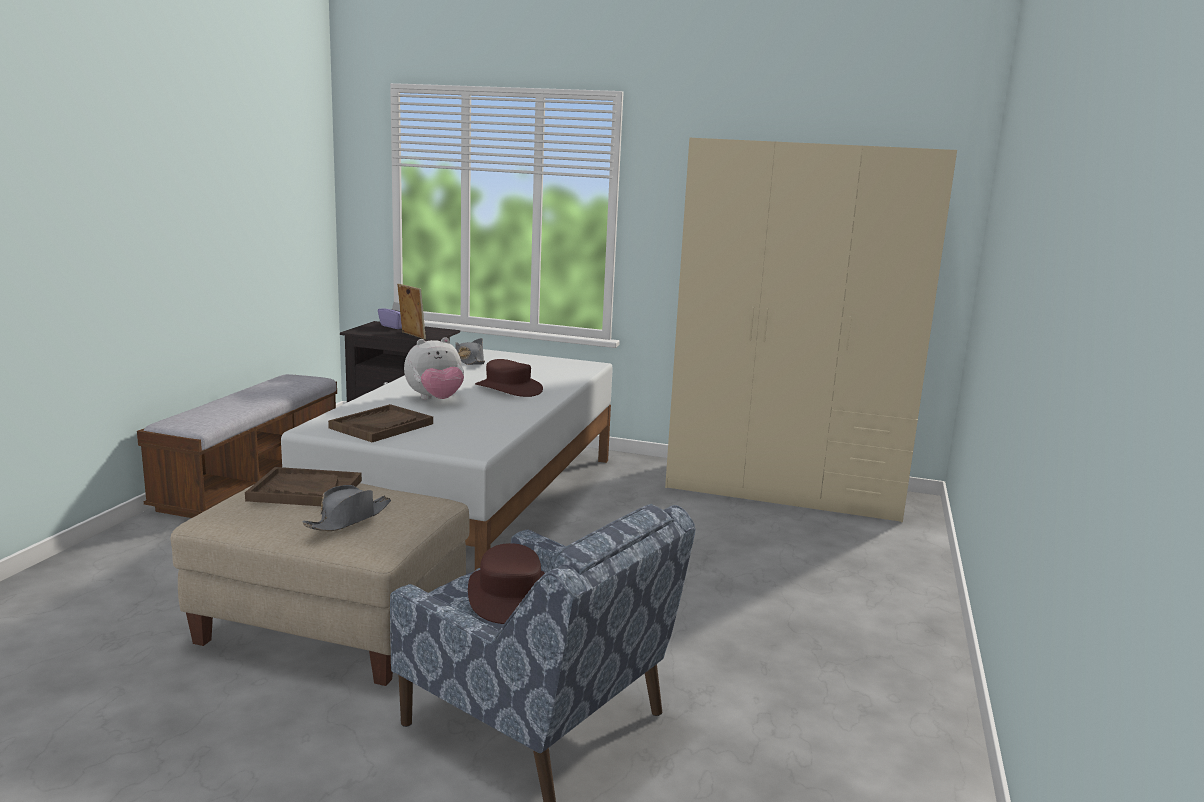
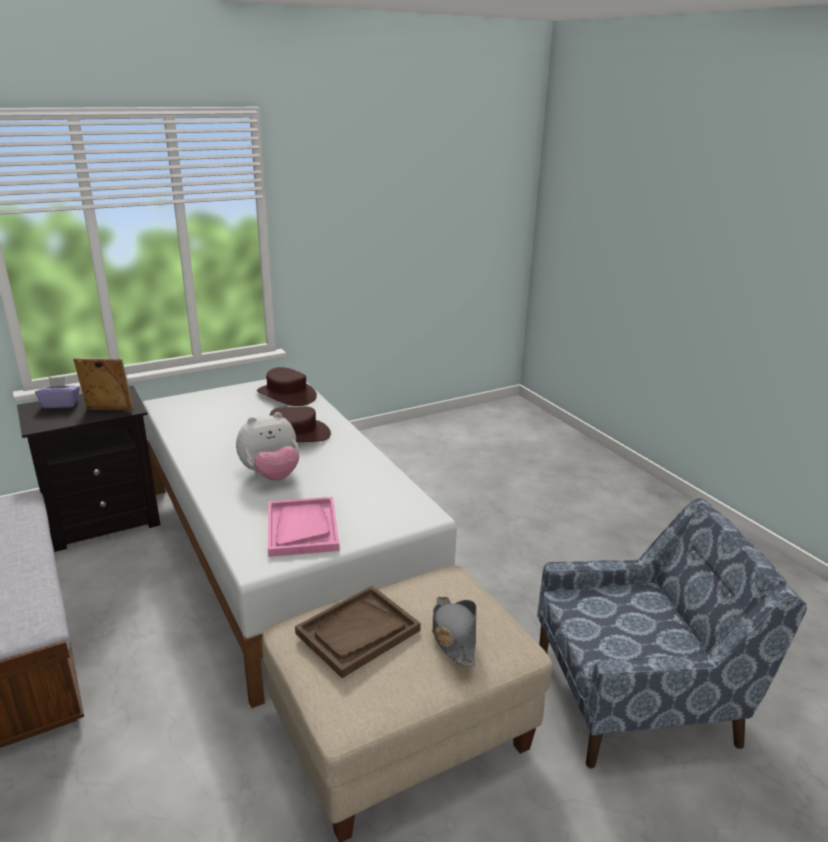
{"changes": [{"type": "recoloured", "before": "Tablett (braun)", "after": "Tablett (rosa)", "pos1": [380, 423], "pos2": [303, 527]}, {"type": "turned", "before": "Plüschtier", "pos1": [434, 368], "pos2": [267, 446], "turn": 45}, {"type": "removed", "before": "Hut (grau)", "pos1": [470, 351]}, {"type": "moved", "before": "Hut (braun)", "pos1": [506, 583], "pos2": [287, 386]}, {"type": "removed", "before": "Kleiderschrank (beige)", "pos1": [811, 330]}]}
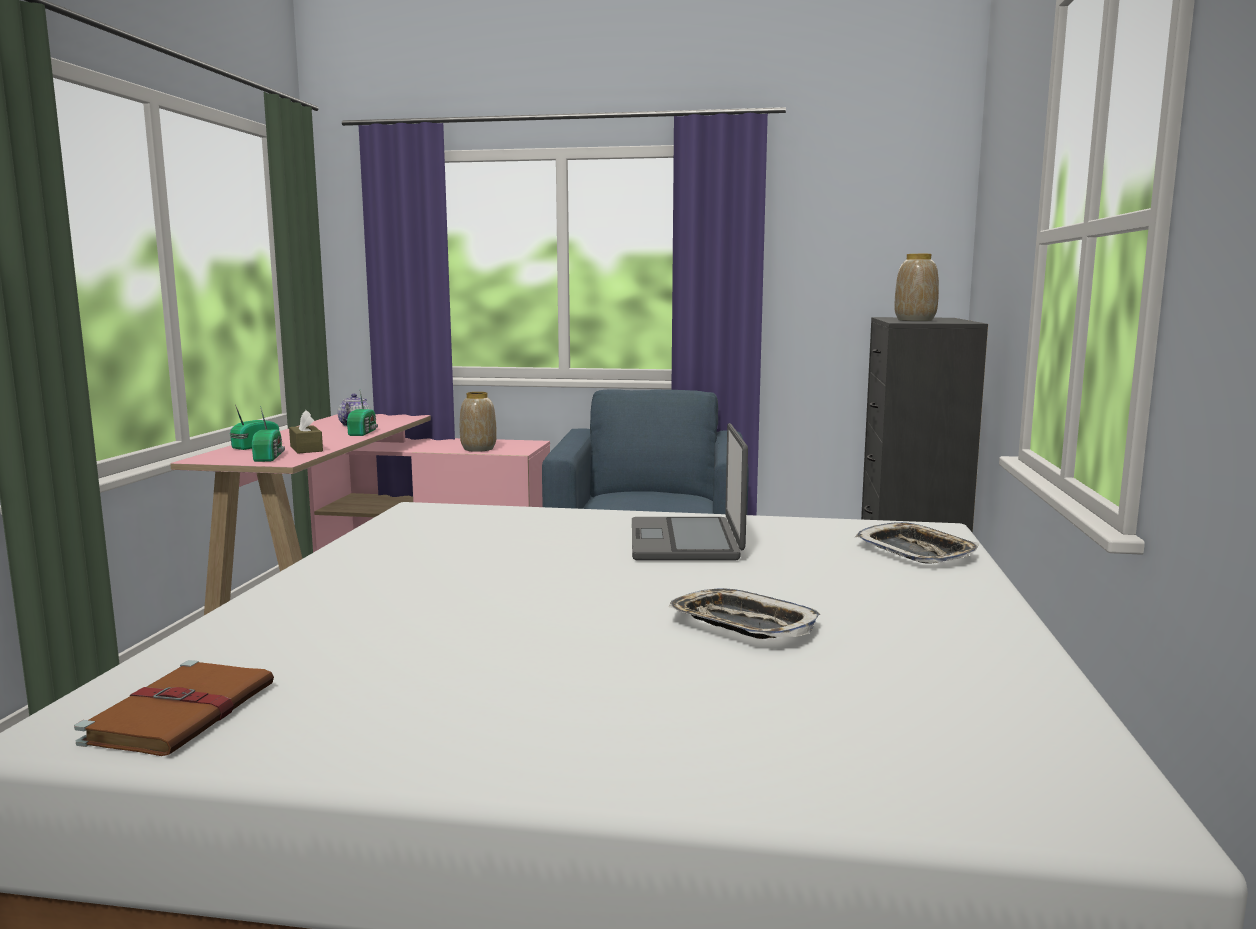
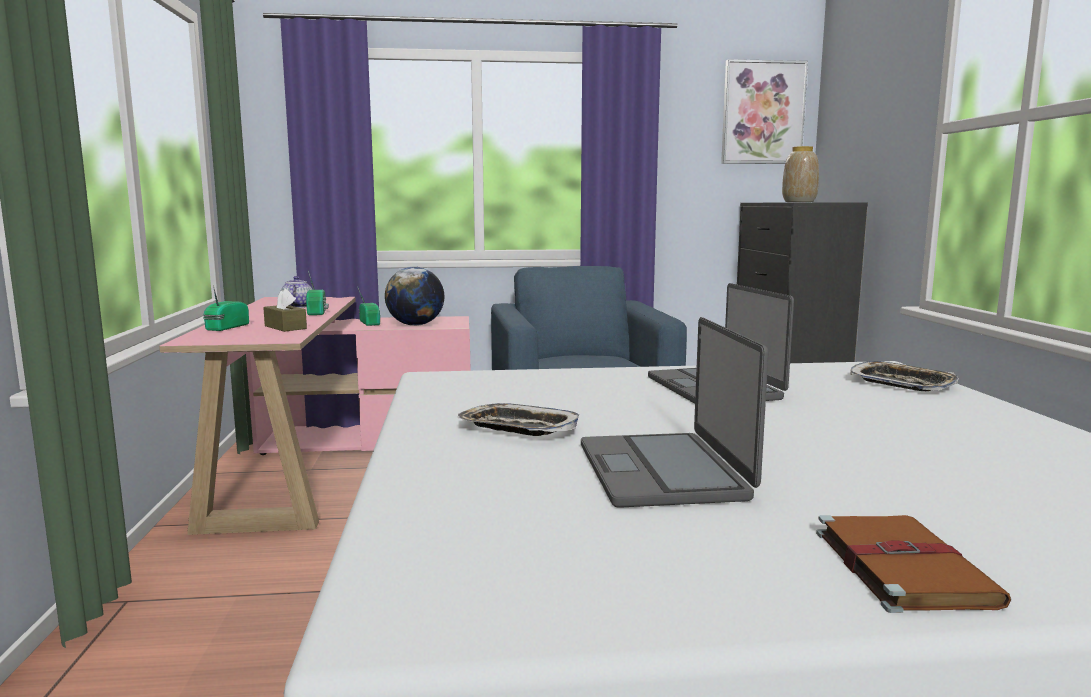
{"changes": [{"type": "moved", "before": "Buch (braun)", "pos1": [174, 708], "pos2": [913, 564]}, {"type": "moved", "before": "Radio", "pos1": [268, 434], "pos2": [368, 306]}, {"type": "replaced", "before": "Vase", "after": "Globus", "pos1": [478, 422], "pos2": [414, 296]}, {"type": "moved", "before": "Tablett", "pos1": [744, 613], "pos2": [518, 419]}, {"type": "added", "after": "Laptop", "pos2": [675, 412]}, {"type": "added", "after": "Bild", "pos2": [764, 111]}]}
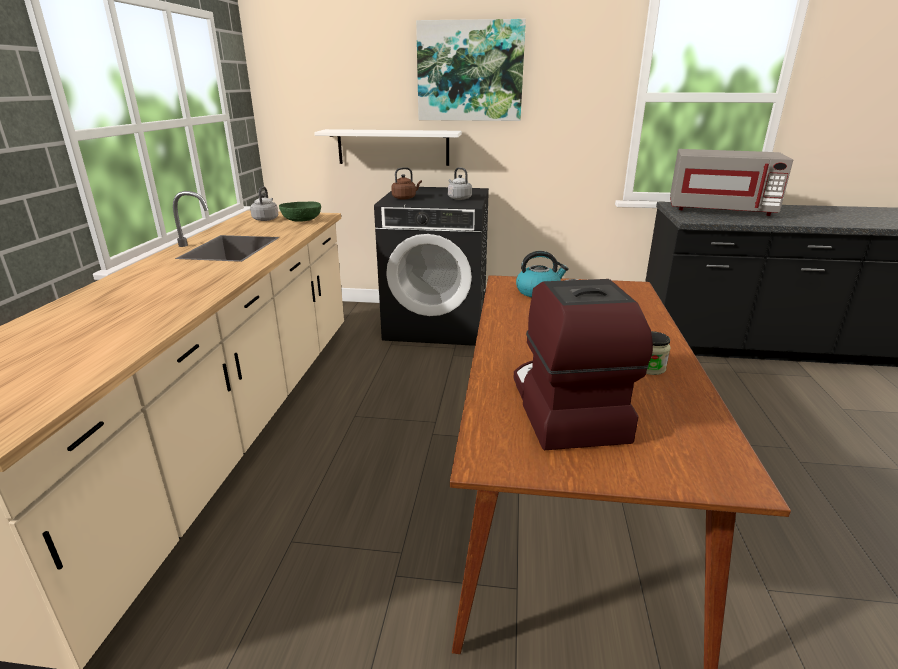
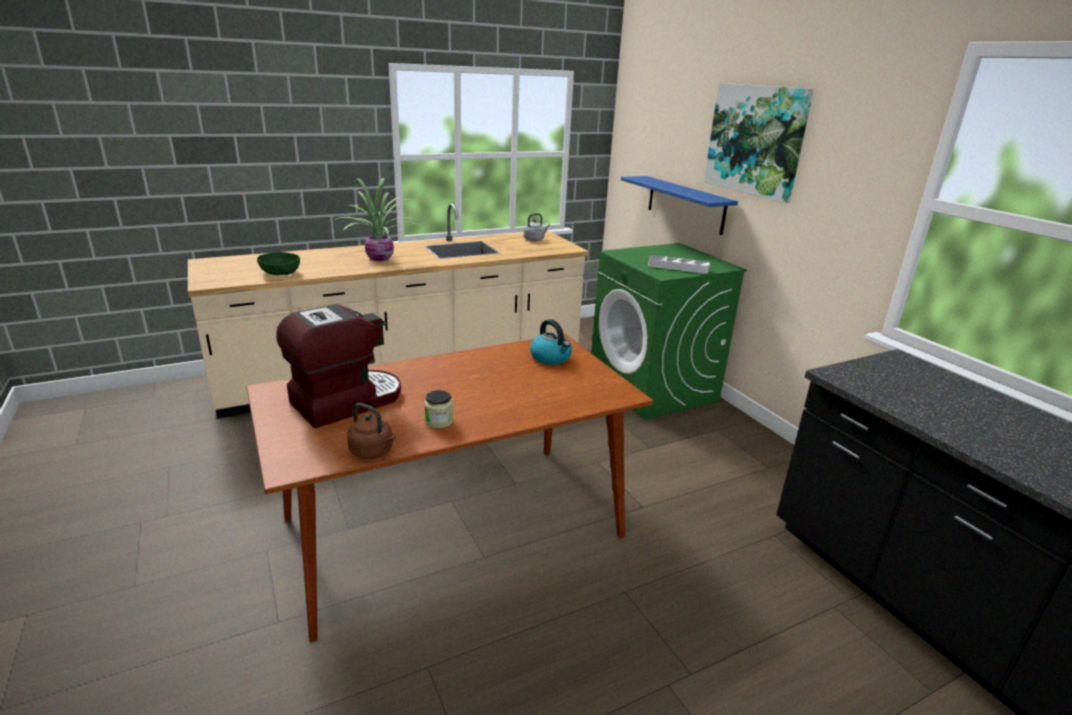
{"changes": [{"type": "moved", "before": "Schüssel (grün)", "pos1": [300, 211], "pos2": [278, 263]}, {"type": "recoloured", "before": "Wandregal (weiß)", "after": "Wandregal (blau)", "pos1": [388, 147], "pos2": [679, 205]}, {"type": "recoloured", "before": "Waschmaschine (schwarz)", "after": "Waschmaschine (grün)", "pos1": [431, 266], "pos2": [669, 331]}, {"type": "moved", "before": "Wasserkessel (braun)", "pos1": [406, 183], "pos2": [371, 430]}, {"type": "replaced", "before": "Wasserkessel (grau)", "after": "Tablett (grau)", "pos1": [460, 183], "pos2": [679, 264]}, {"type": "removed", "before": "Mikrowelle (grau)", "pos1": [731, 182]}, {"type": "added", "after": "Topfpflanze", "pos2": [377, 219]}]}
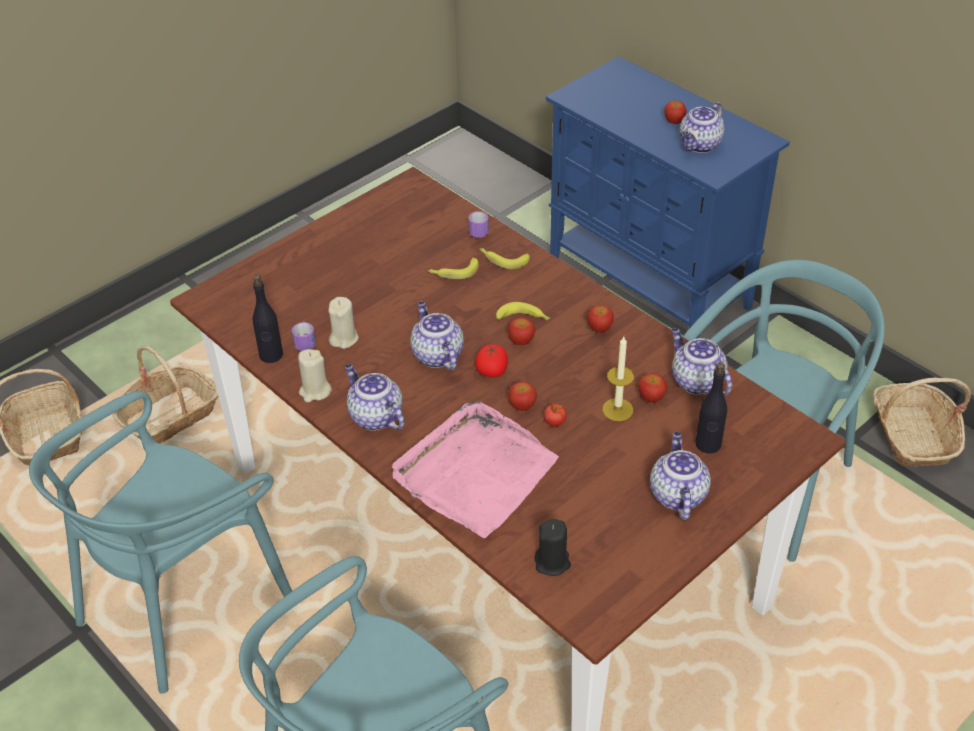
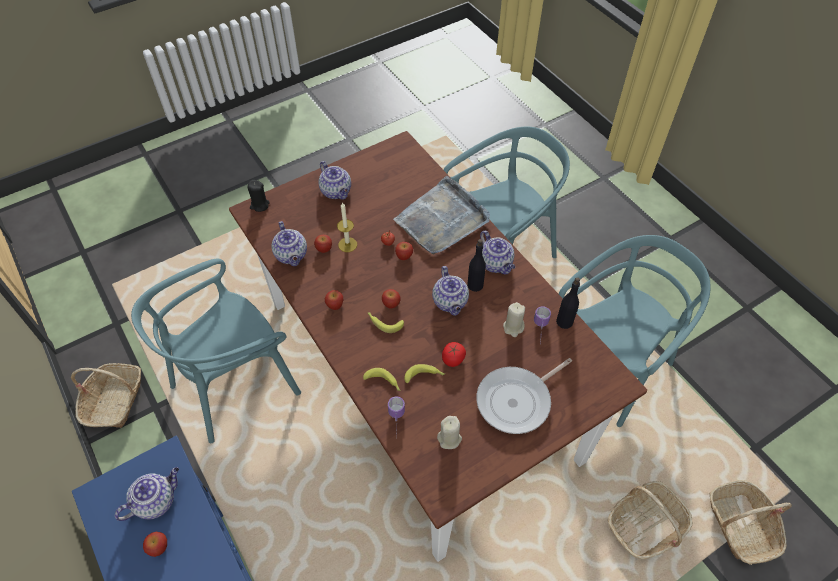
{"changes": [{"type": "moved", "before": "Kerze (beige)", "pos1": [315, 375], "pos2": [449, 432]}, {"type": "recoloured", "before": "Tablett (rosa)", "after": "Tablett (grau)", "pos1": [475, 470], "pos2": [441, 215]}, {"type": "moved", "before": "Tomate", "pos1": [491, 361], "pos2": [454, 354]}, {"type": "moved", "before": "Kerze (schwarz)", "pos1": [552, 547], "pos2": [258, 196]}, {"type": "turned", "before": "Teekanne", "pos1": [680, 476], "pos2": [335, 180], "turn": -45}, {"type": "moved", "before": "Flasche (schwarz)", "pos1": [711, 408], "pos2": [476, 265]}, {"type": "added", "after": "Pfanne", "pos2": [524, 396]}]}
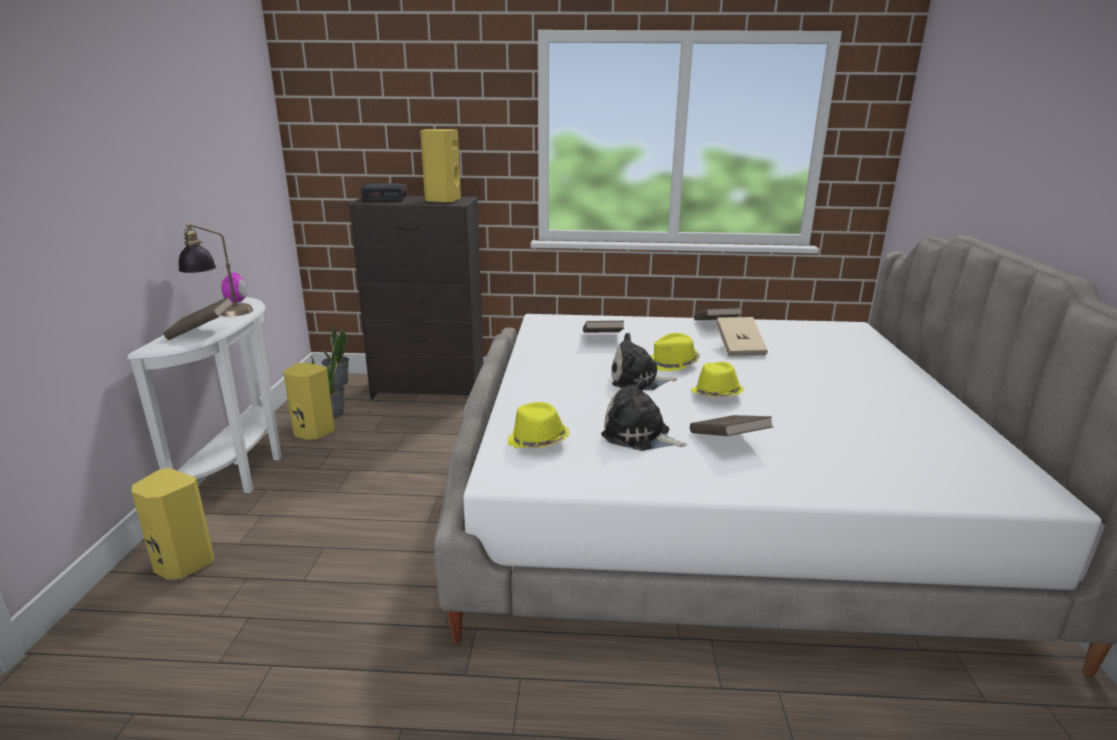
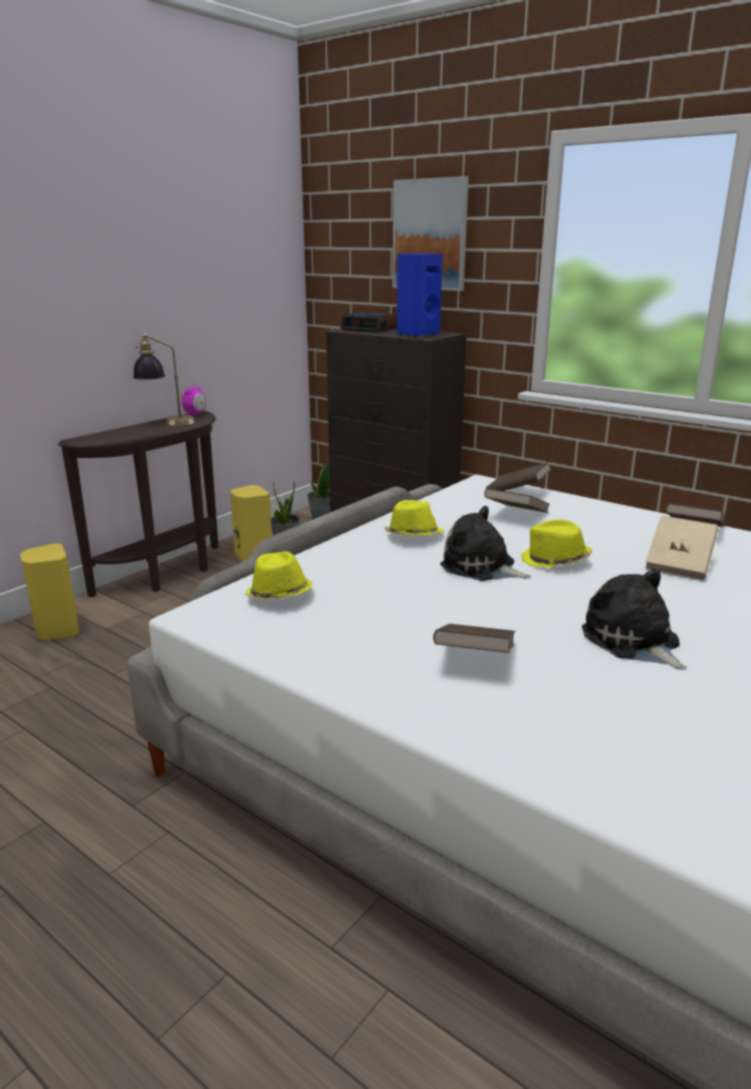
{"changes": [{"type": "recoloured", "before": "Konsolentisch (weiß)", "after": "Konsolentisch (braun)", "pos1": [204, 395], "pos2": [138, 503]}, {"type": "moved", "before": "Buch (braun)", "pos1": [198, 318], "pos2": [518, 476]}, {"type": "recoloured", "before": "Lautsprecher (gelb)", "after": "Lautsprecher (blau)", "pos1": [440, 166], "pos2": [420, 295]}, {"type": "moved", "before": "Plüschtier", "pos1": [644, 414], "pos2": [634, 619]}, {"type": "moved", "before": "Hut (gelb)", "pos1": [717, 380], "pos2": [414, 518]}, {"type": "added", "after": "Bild", "pos2": [431, 233]}]}
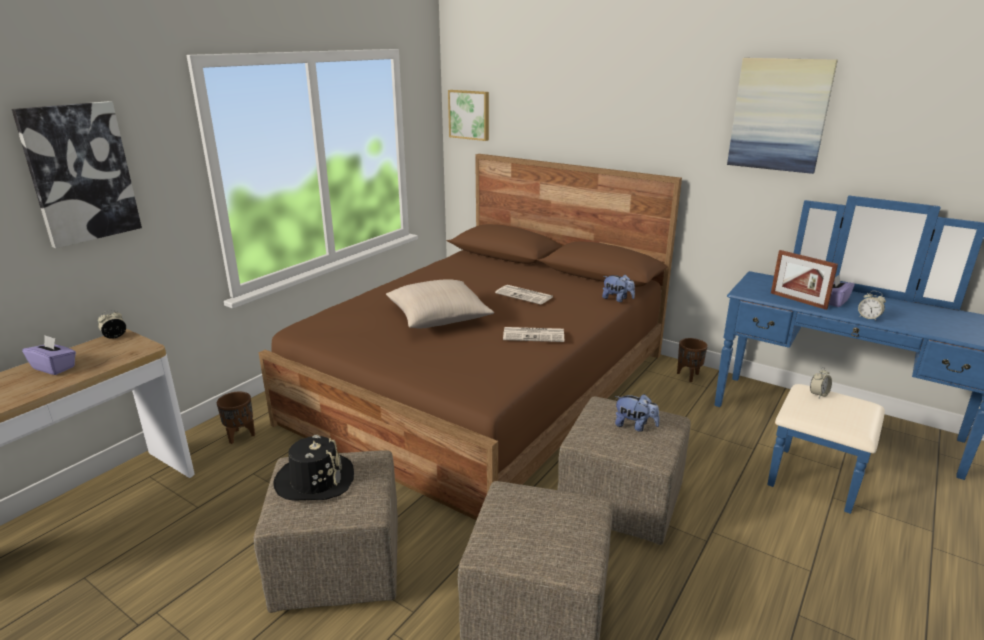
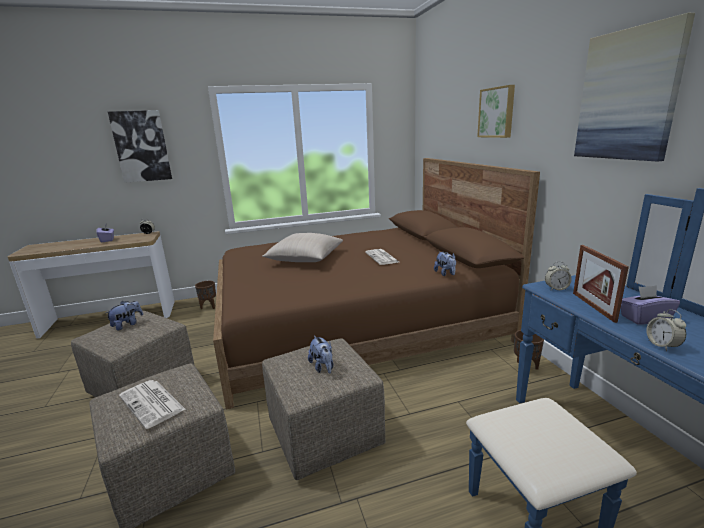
{"changes": [{"type": "replaced", "before": "Hut (schwarz)", "after": "Plüschtier", "pos1": [313, 468], "pos2": [124, 315]}, {"type": "moved", "before": "Bild", "pos1": [468, 115], "pos2": [496, 111]}, {"type": "moved", "before": "Zeitung", "pos1": [533, 334], "pos2": [152, 404]}, {"type": "moved", "before": "Wecker", "pos1": [821, 382], "pos2": [558, 275]}]}
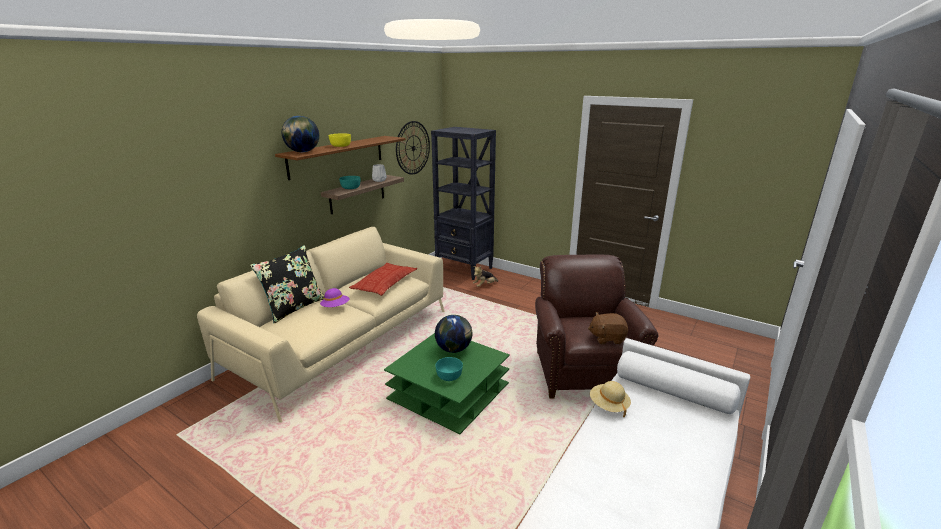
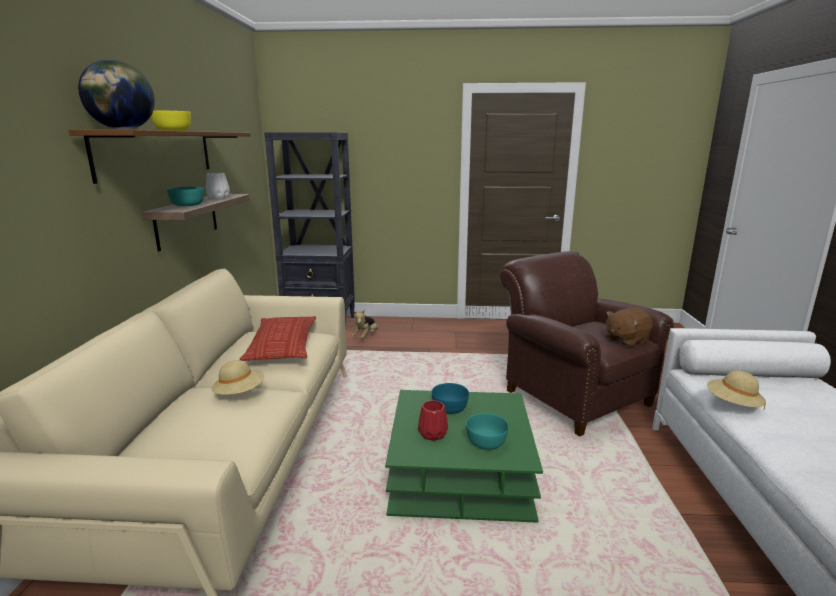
{"changes": [{"type": "removed", "before": "Kissen (schwarz)", "pos1": [287, 284]}, {"type": "recoloured", "before": "Hut (lila)", "after": "Hut (beige)", "pos1": [335, 297], "pos2": [238, 377]}, {"type": "removed", "before": "Wanduhr", "pos1": [413, 147]}, {"type": "replaced", "before": "Globus", "after": "Schüssel (türkis)", "pos1": [454, 334], "pos2": [450, 398]}, {"type": "added", "after": "Vase (rot)", "pos2": [433, 421]}]}
